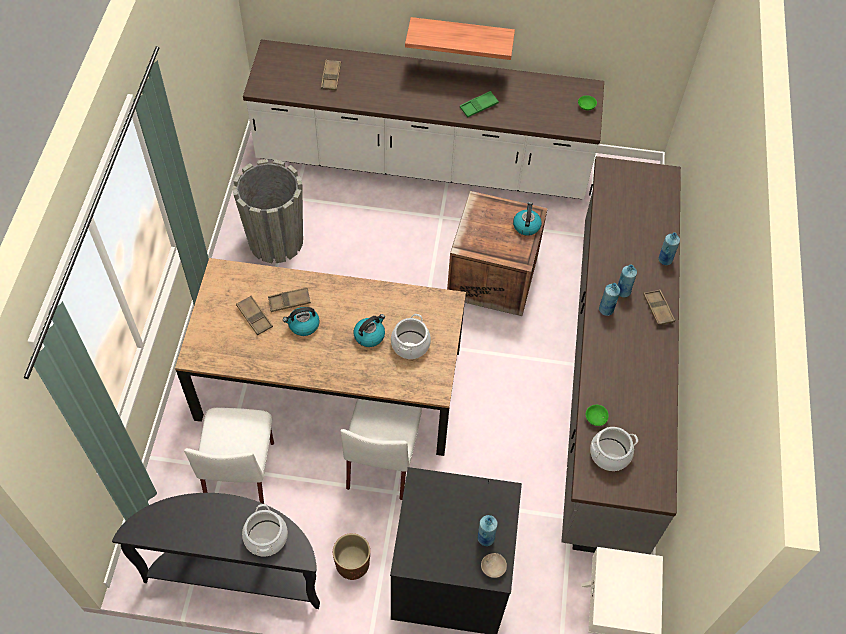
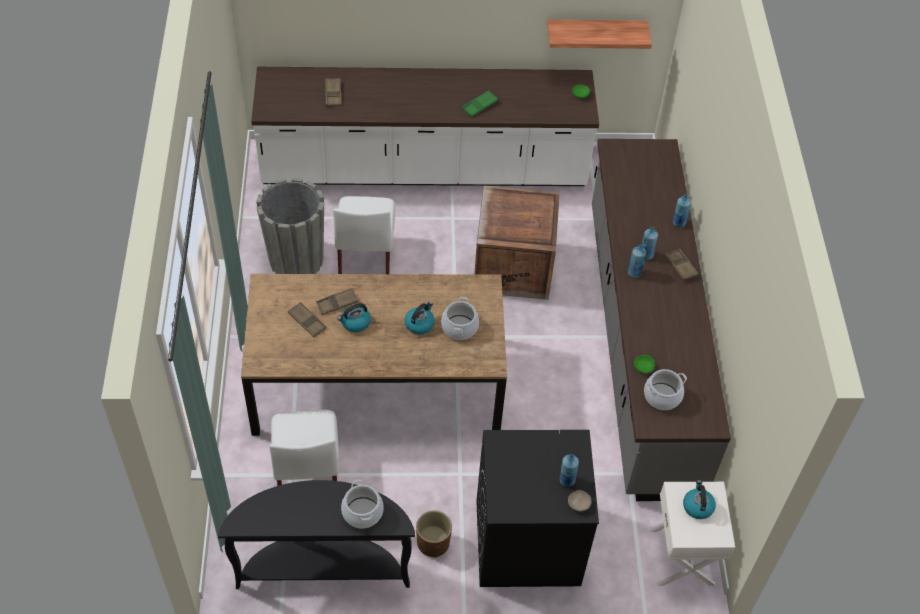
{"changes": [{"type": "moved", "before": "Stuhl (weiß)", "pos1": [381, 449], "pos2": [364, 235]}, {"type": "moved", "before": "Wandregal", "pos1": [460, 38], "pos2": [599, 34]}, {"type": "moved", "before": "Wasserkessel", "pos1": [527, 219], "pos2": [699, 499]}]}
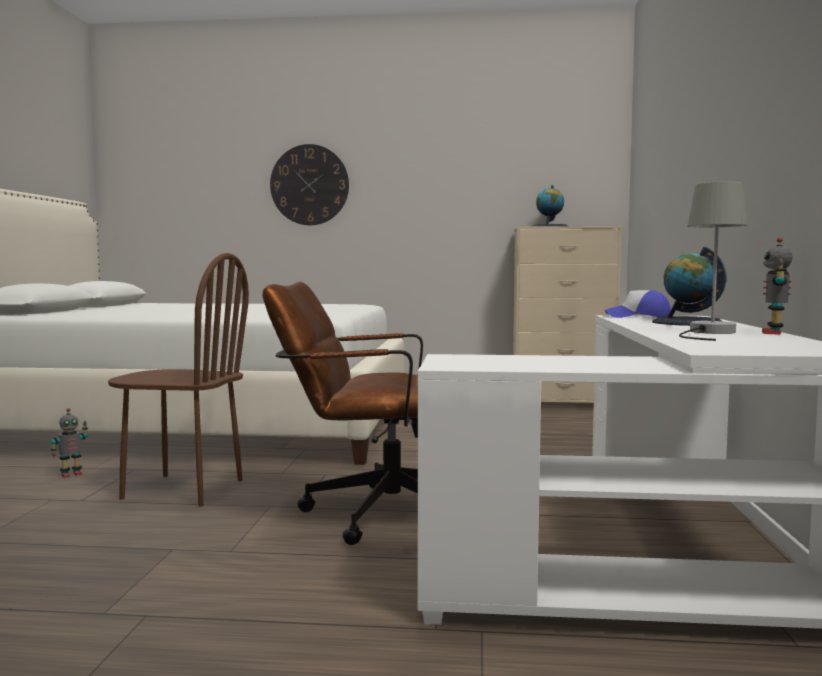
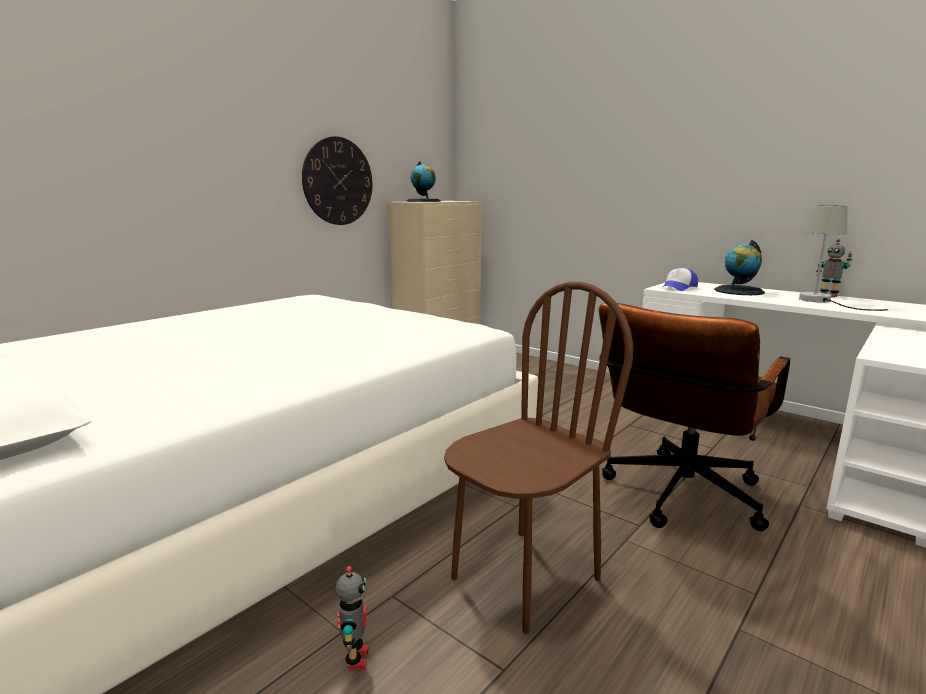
{"changes": [{"type": "moved", "before": "Wanduhr", "pos1": [309, 184], "pos2": [337, 180]}]}
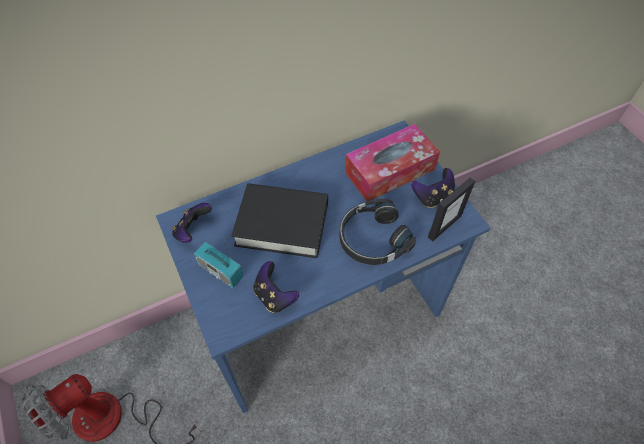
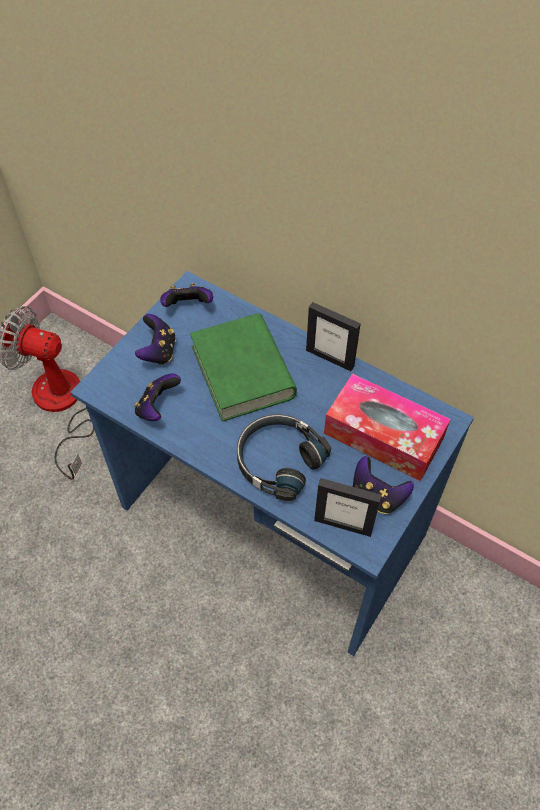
{"changes": [{"type": "replaced", "before": "Radio", "after": "Gamepad", "pos1": [219, 261], "pos2": [155, 339]}, {"type": "recoloured", "before": "Buch (schwarz)", "after": "Buch (grün)", "pos1": [279, 220], "pos2": [243, 367]}, {"type": "added", "after": "Bilderrahmen", "pos2": [333, 336]}]}
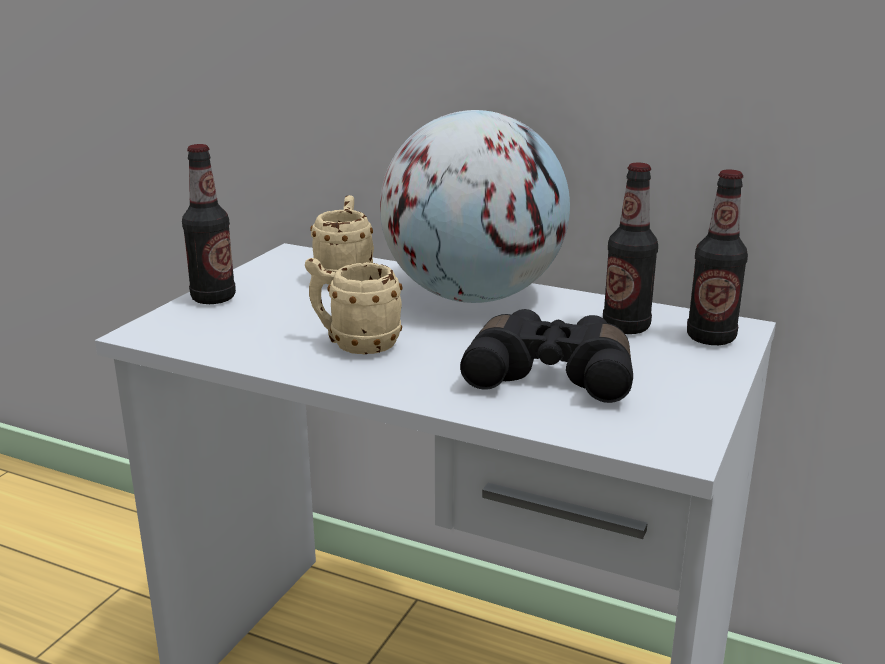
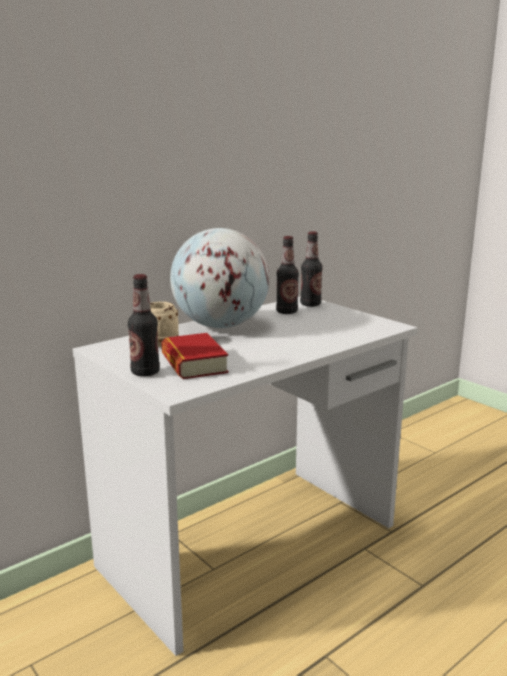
{"changes": [{"type": "removed", "before": "Henkelbecher (beige)", "pos1": [354, 306]}, {"type": "removed", "before": "Fernglas (schwarz)", "pos1": [546, 356]}, {"type": "added", "after": "Buch", "pos2": [195, 356]}]}
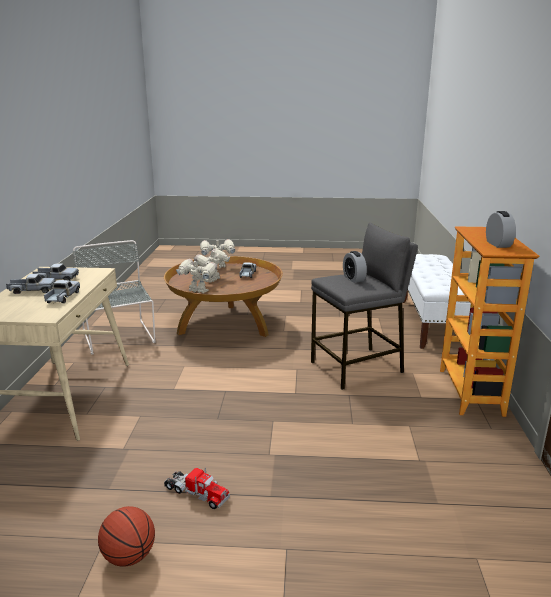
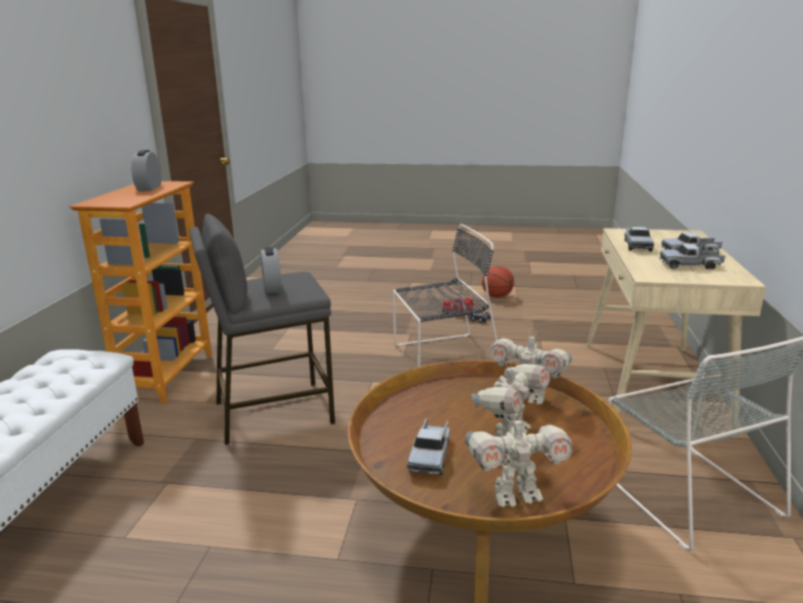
{"changes": [{"type": "added", "after": "Stuhl (schwarz)", "pos2": [445, 295]}]}
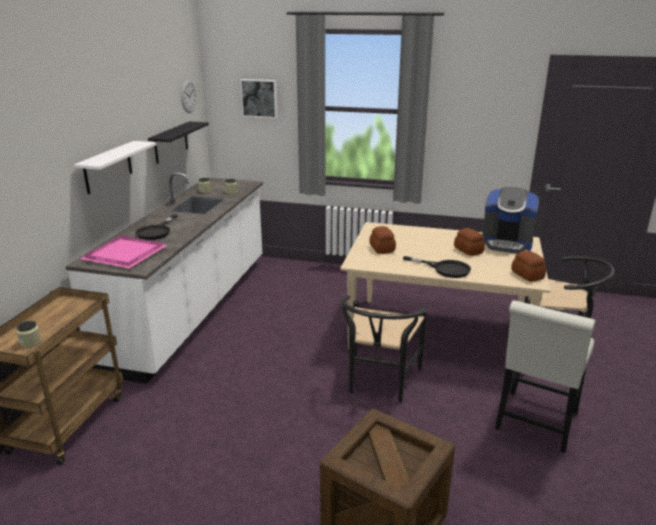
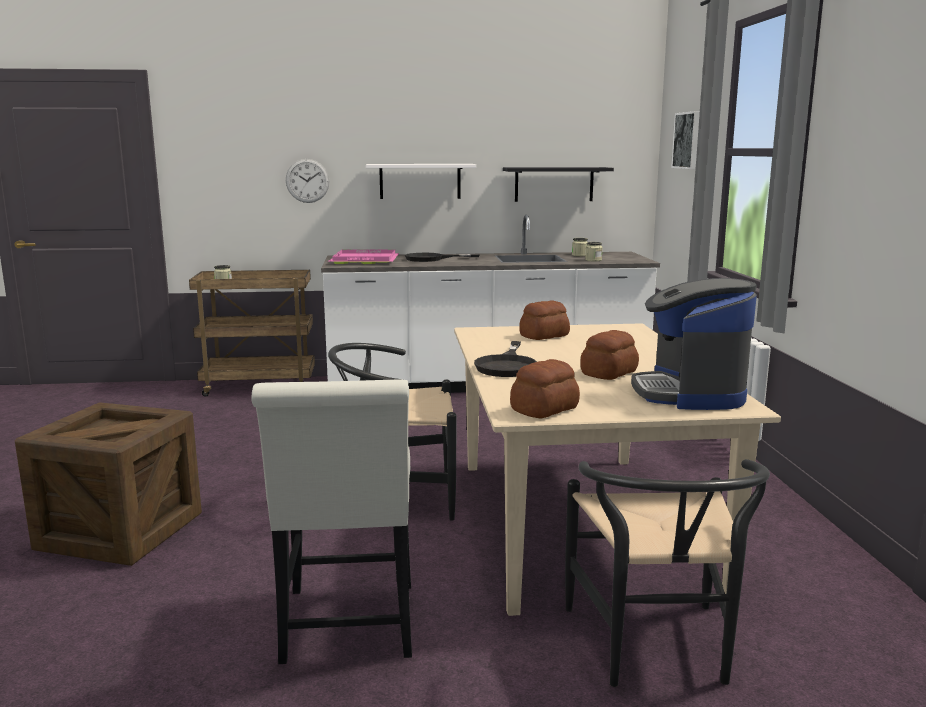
{"changes": [{"type": "moved", "before": "Wanduhr", "pos1": [189, 96], "pos2": [307, 181]}, {"type": "turned", "before": "Stuhl (weiß)", "pos1": [545, 377], "pos2": [331, 521], "turn": -105}]}
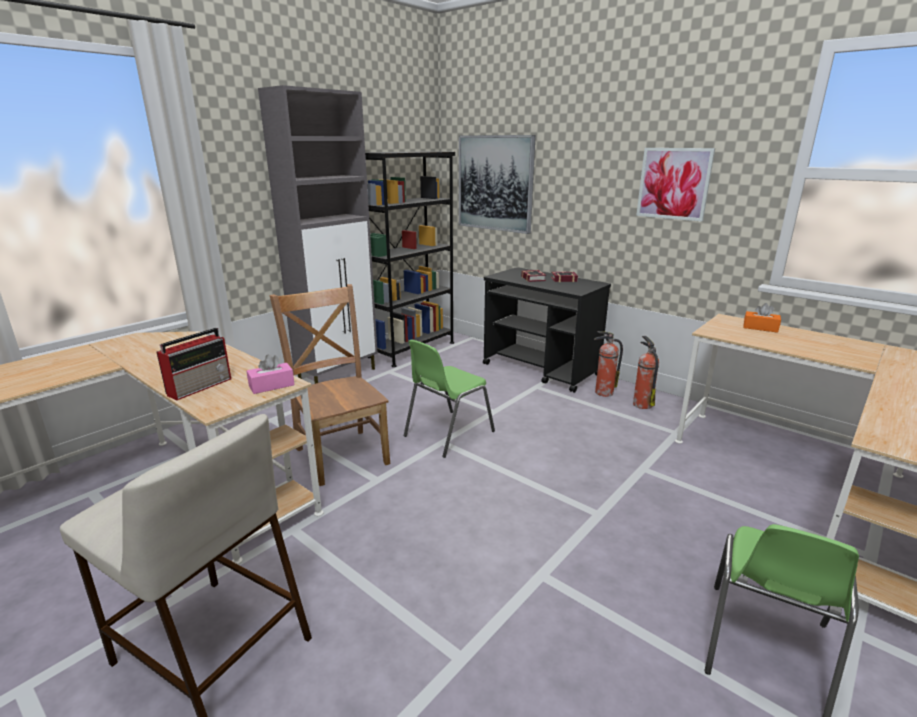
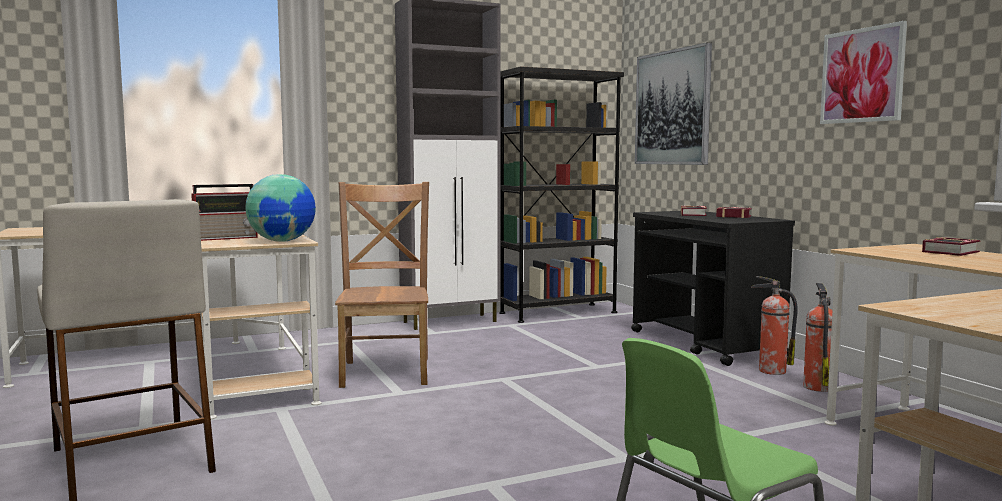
{"changes": [{"type": "replaced", "before": "Taschentuchbox (rosa)", "after": "Globus", "pos1": [271, 374], "pos2": [280, 208]}, {"type": "removed", "before": "Stuhl (grün)", "pos1": [449, 399]}, {"type": "replaced", "before": "Taschentuchbox (orange)", "after": "Buch", "pos1": [762, 318], "pos2": [951, 246]}]}
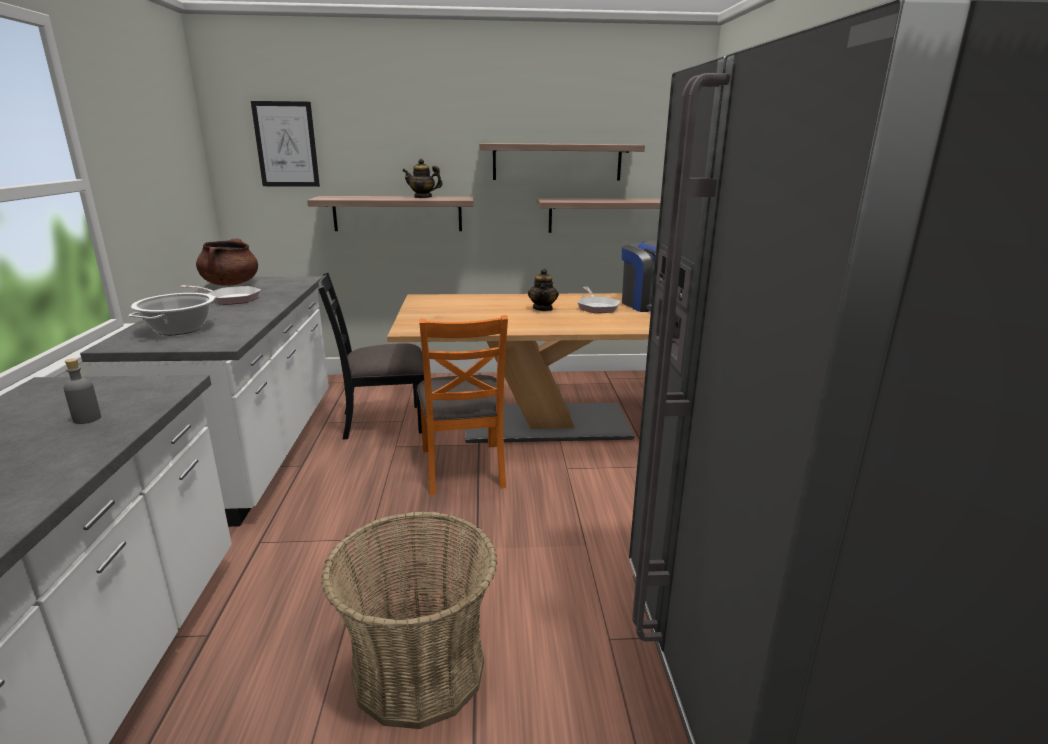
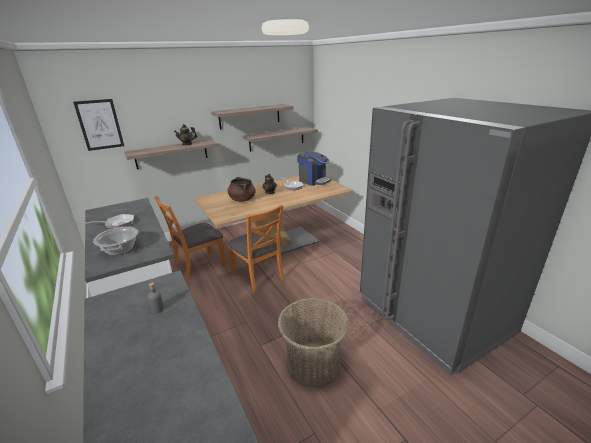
{"changes": [{"type": "moved", "before": "Kochtopf (braun)", "pos1": [227, 262], "pos2": [241, 189]}, {"type": "recoloured", "before": "Stuhl (schwarz)", "after": "Stuhl (orange)", "pos1": [371, 356], "pos2": [190, 238]}]}
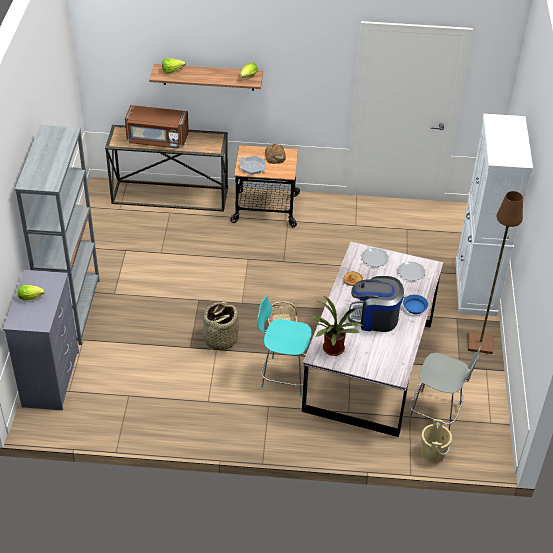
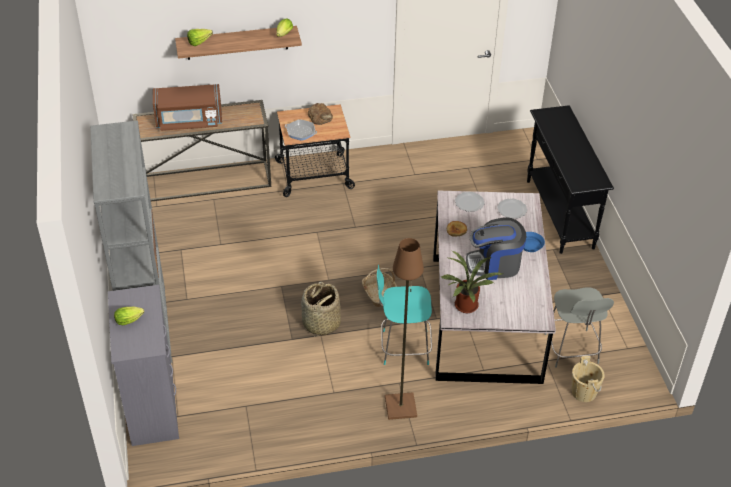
{"changes": [{"type": "turned", "before": "Stuhl (grau)", "pos1": [445, 388], "pos2": [579, 327], "turn": 75}, {"type": "replaced", "before": "Schrank (weiß)", "after": "Konsolentisch (schwarz)", "pos1": [494, 215], "pos2": [570, 179]}, {"type": "moved", "before": "Stehlampe (braun)", "pos1": [495, 272], "pos2": [404, 329]}]}
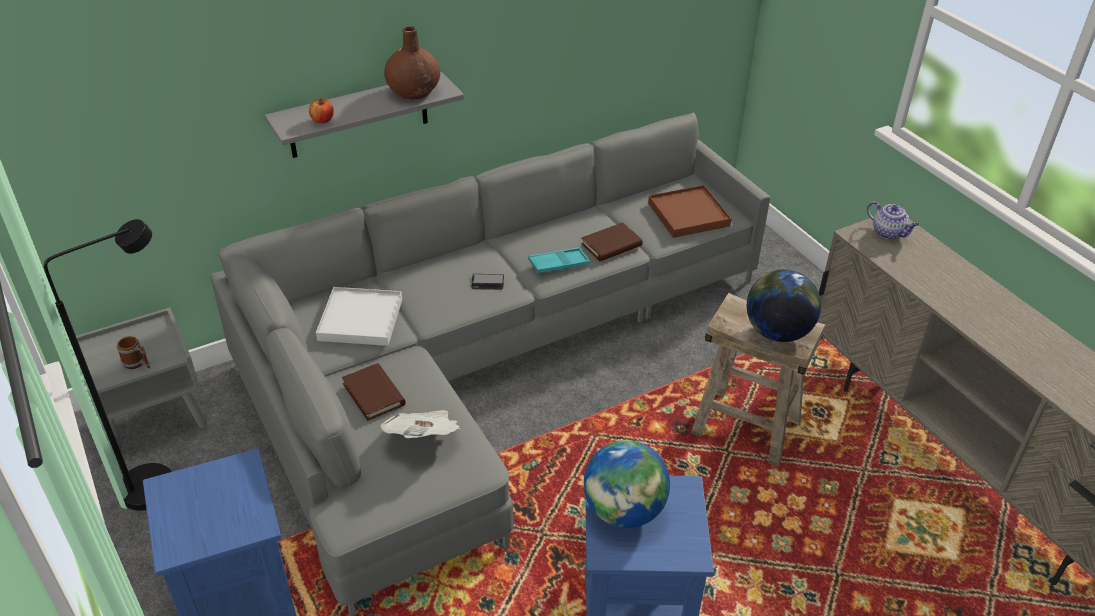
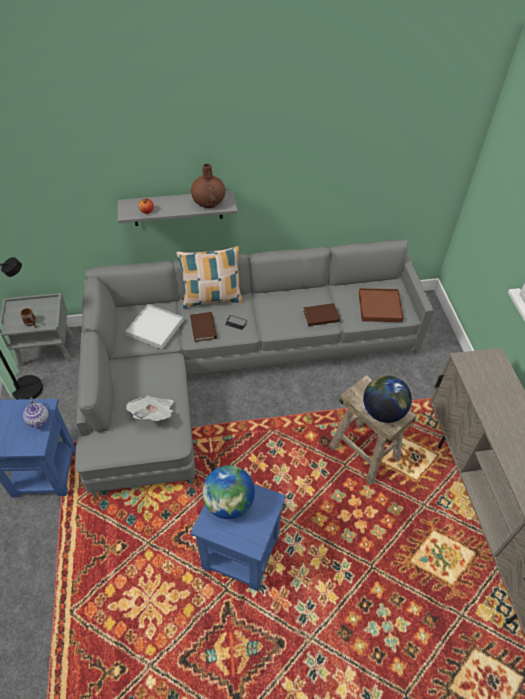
{"changes": [{"type": "moved", "before": "Buch (braun)", "pos1": [374, 392], "pos2": [203, 327]}, {"type": "removed", "before": "Tablett (türkis)", "pos1": [559, 260]}, {"type": "moved", "before": "Teekanne", "pos1": [893, 220], "pos2": [36, 413]}, {"type": "added", "after": "Kissen", "pos2": [209, 277]}]}
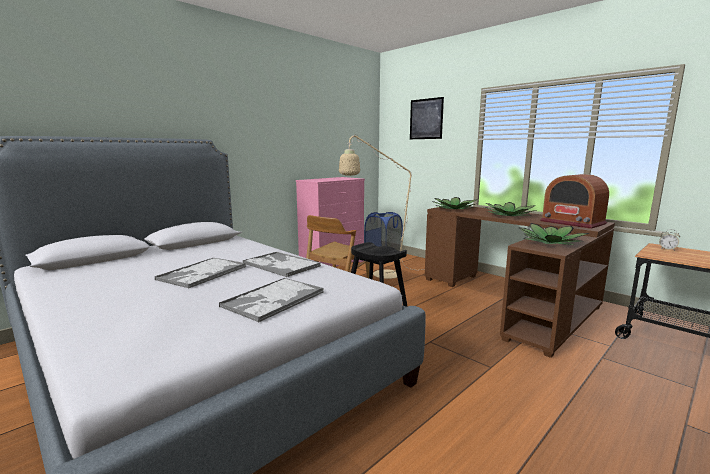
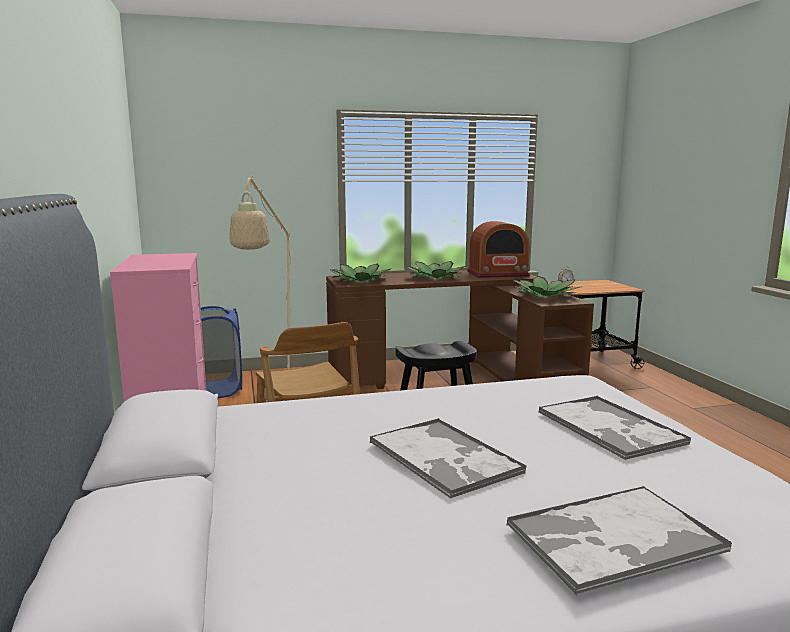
{"changes": [{"type": "moved", "before": "Tablett", "pos1": [282, 264], "pos2": [619, 540]}, {"type": "removed", "before": "Bild", "pos1": [427, 118]}]}
